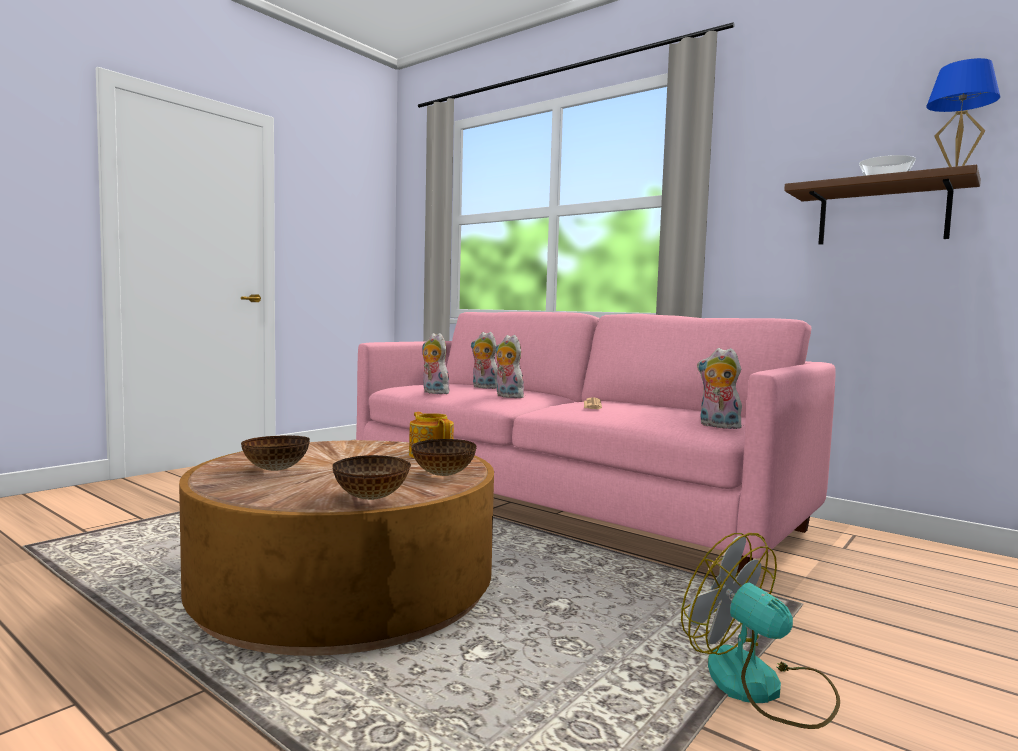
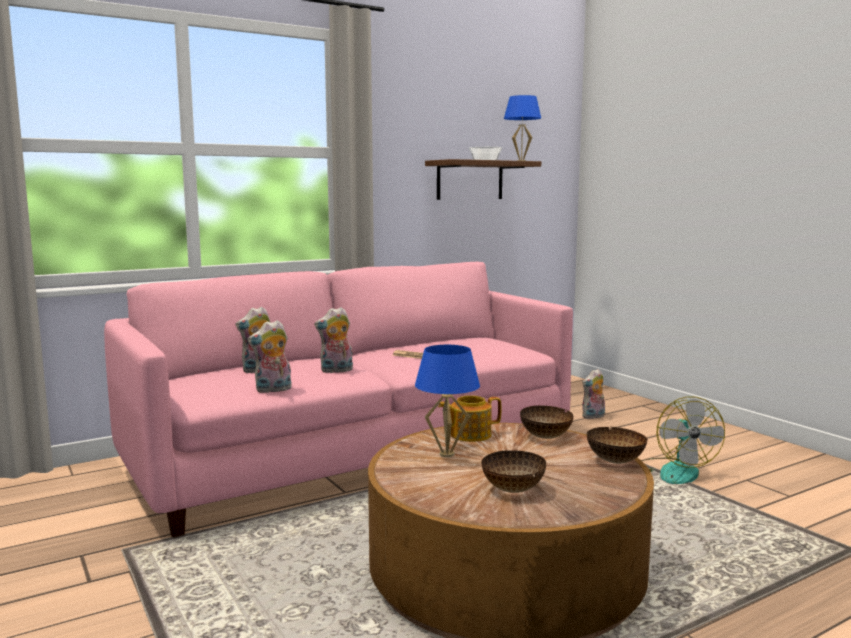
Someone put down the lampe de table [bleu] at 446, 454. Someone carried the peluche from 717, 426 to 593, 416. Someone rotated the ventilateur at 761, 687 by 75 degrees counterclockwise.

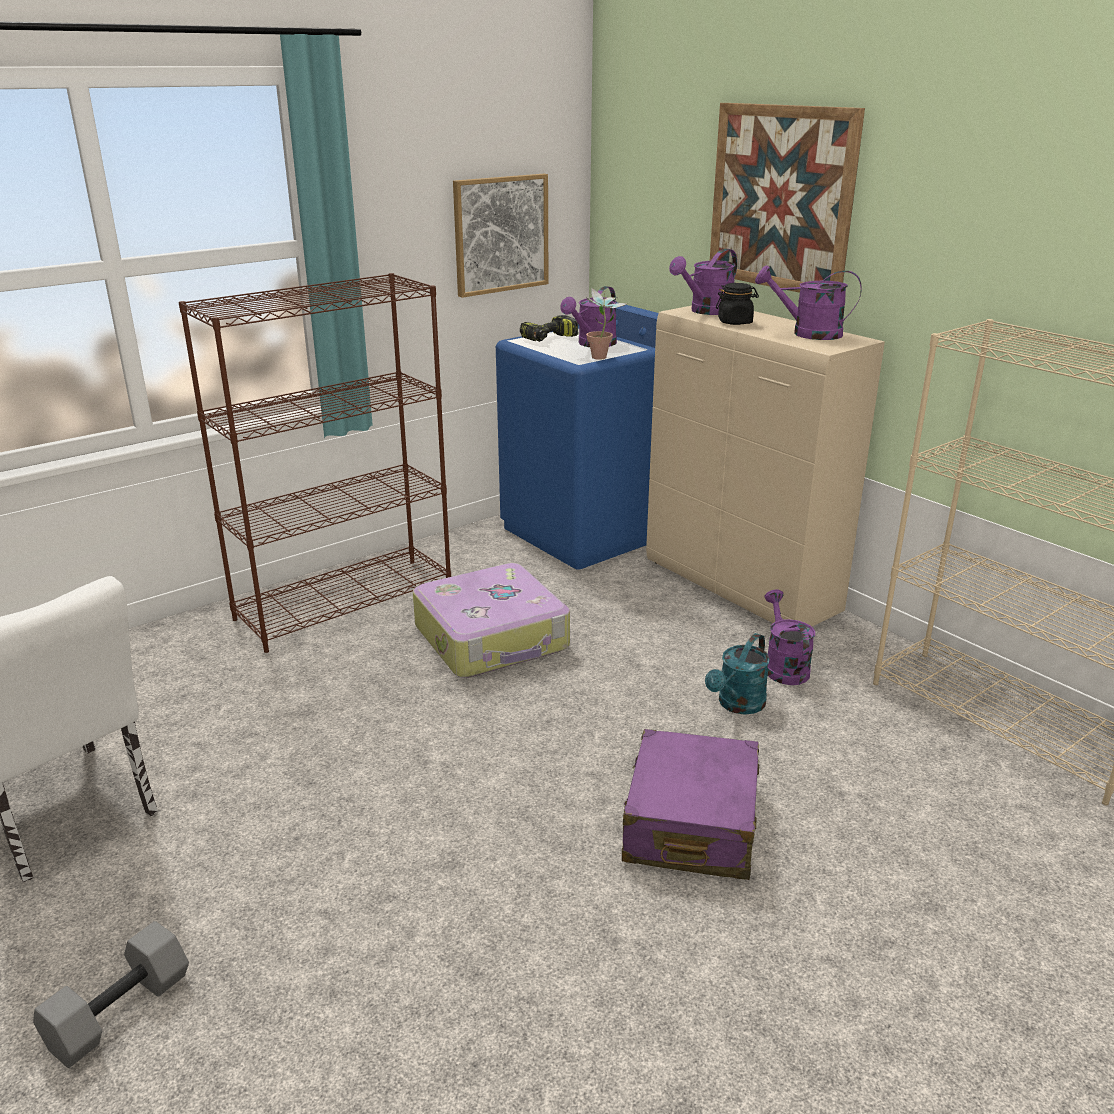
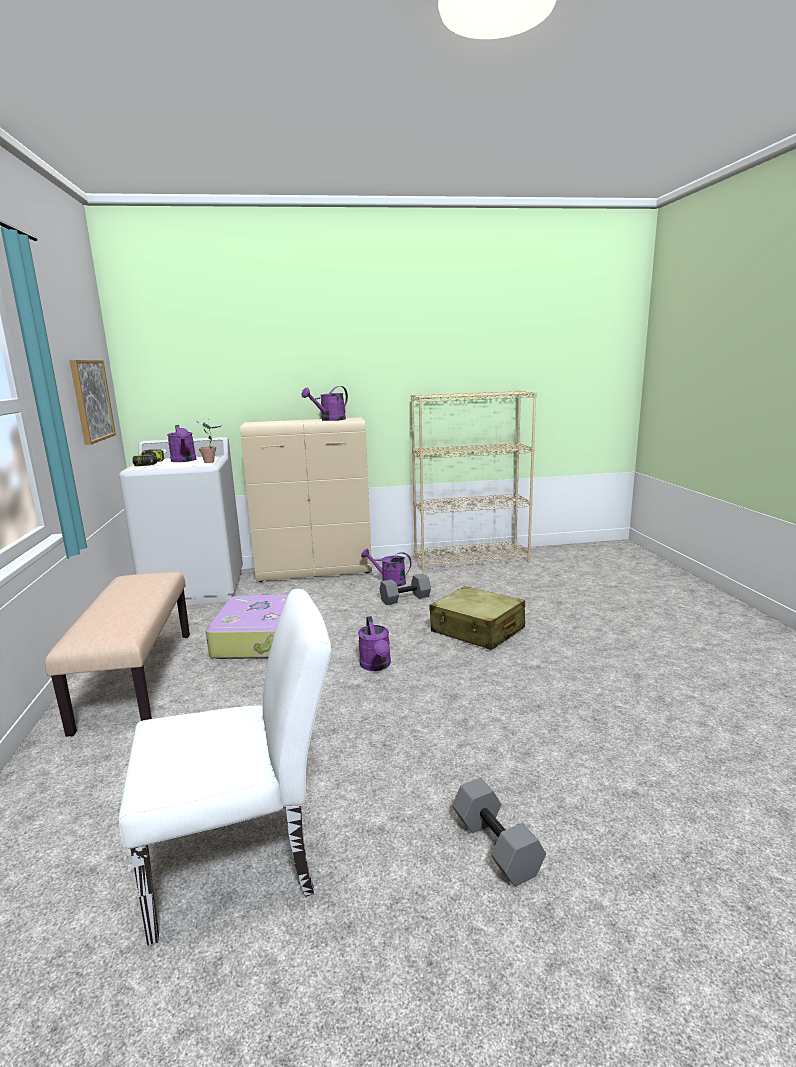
Someone swapped the bibliothèque [marron] at 346, 602 for the banc [beige] at 136, 678. Someone repainted the lave-linge [bleu] at 587, 532, which became the lave-linge [blanc] at 196, 588. Someone carried the arrosoir [violet] from 706, 311 to 376, 666. Someone swapped the arrosoir [turquoise] at 737, 705 for the haltère [gris] at 405, 598. Someone repainted the valise [violet] at 691, 825, which became the valise [beige] at 477, 630. Someone took away the tableau at 781, 198. Someone took away the bocal [noir] at 735, 322.

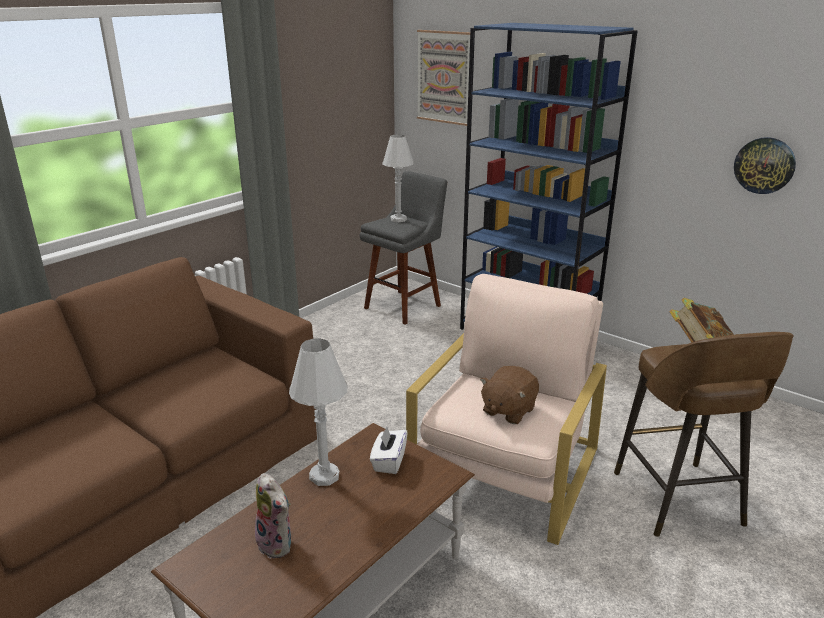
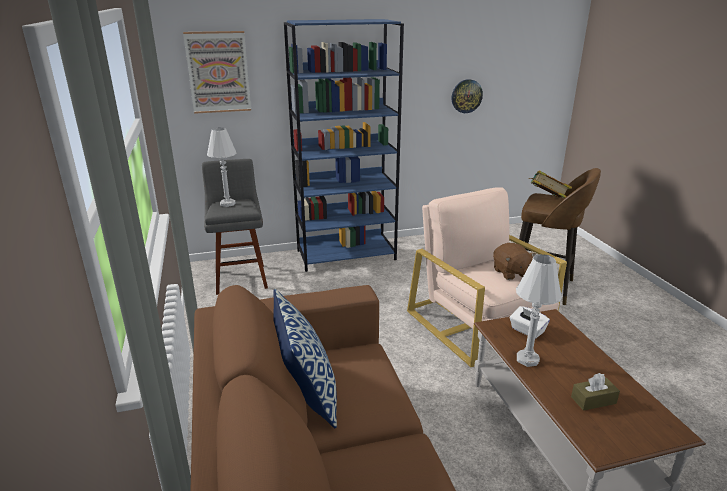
Someone put down the coussin at 307, 395. Someone swapped the peluche at 278, 543 for the boîte à mouchoirs [marron] at 593, 400.

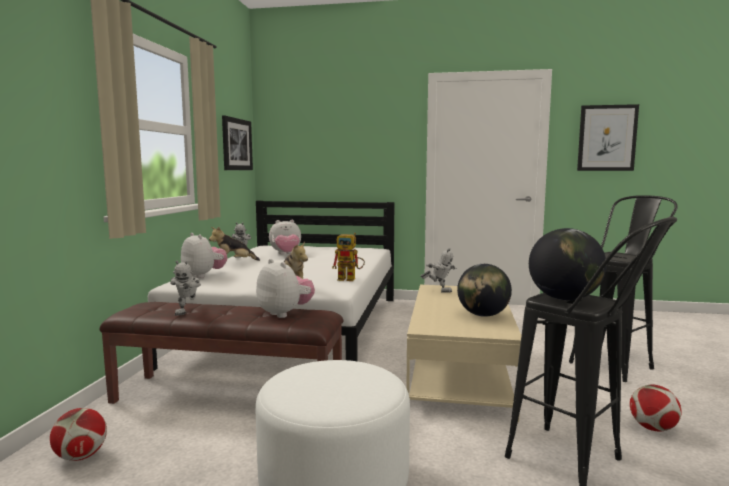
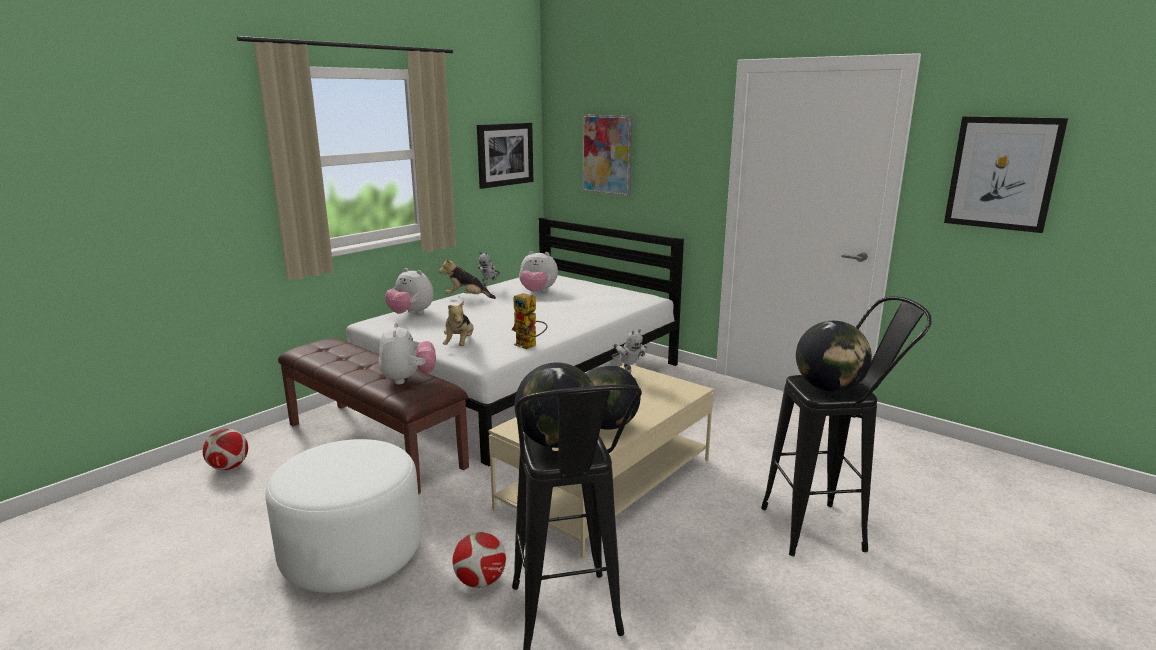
Someone rotated the peluche at 204, 275 by 135 degrees clockwise. Someone carried the ballon de foot from 653, 428 to 480, 581. Someone put up the tableau at 607, 154. Someone put down the globe at 828, 388. Someone took away the robot jouet at 188, 312.

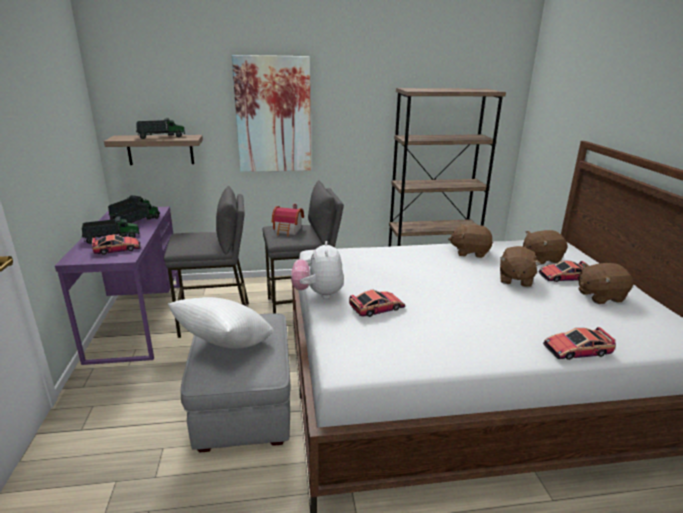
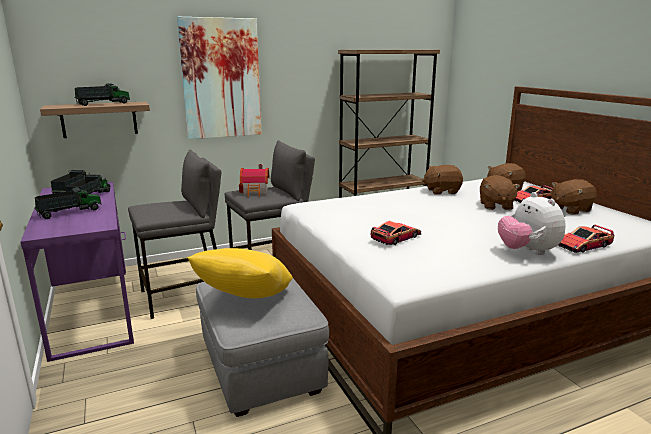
Someone repainted the coussin [blanc] at 225, 346, which became the coussin [jaune] at 245, 300. Someone carried the peluche from 318, 294 to 527, 252. Someone took away the petite voiture at 117, 249.

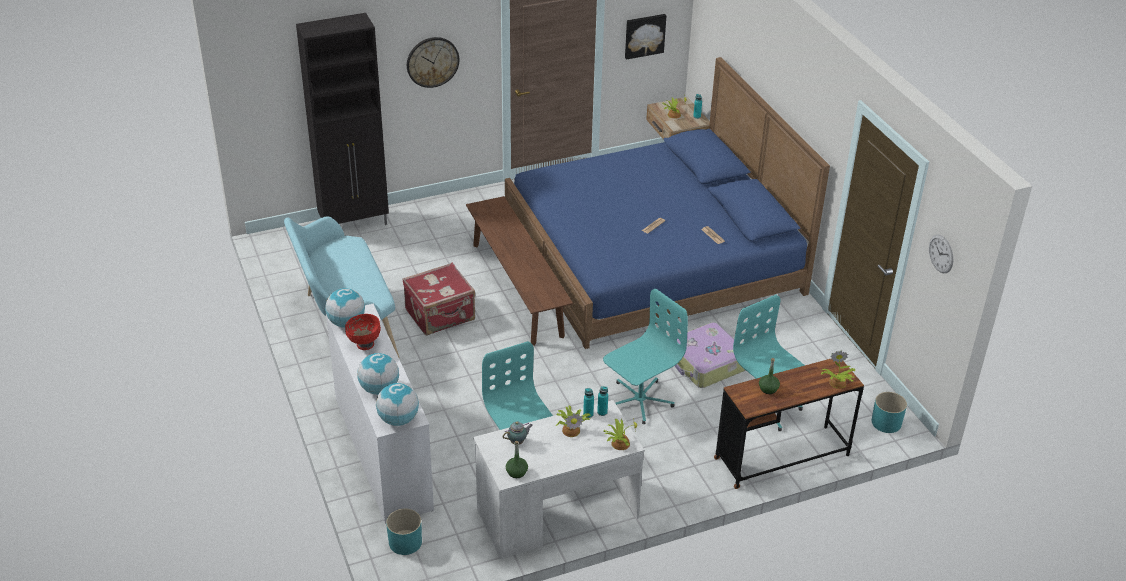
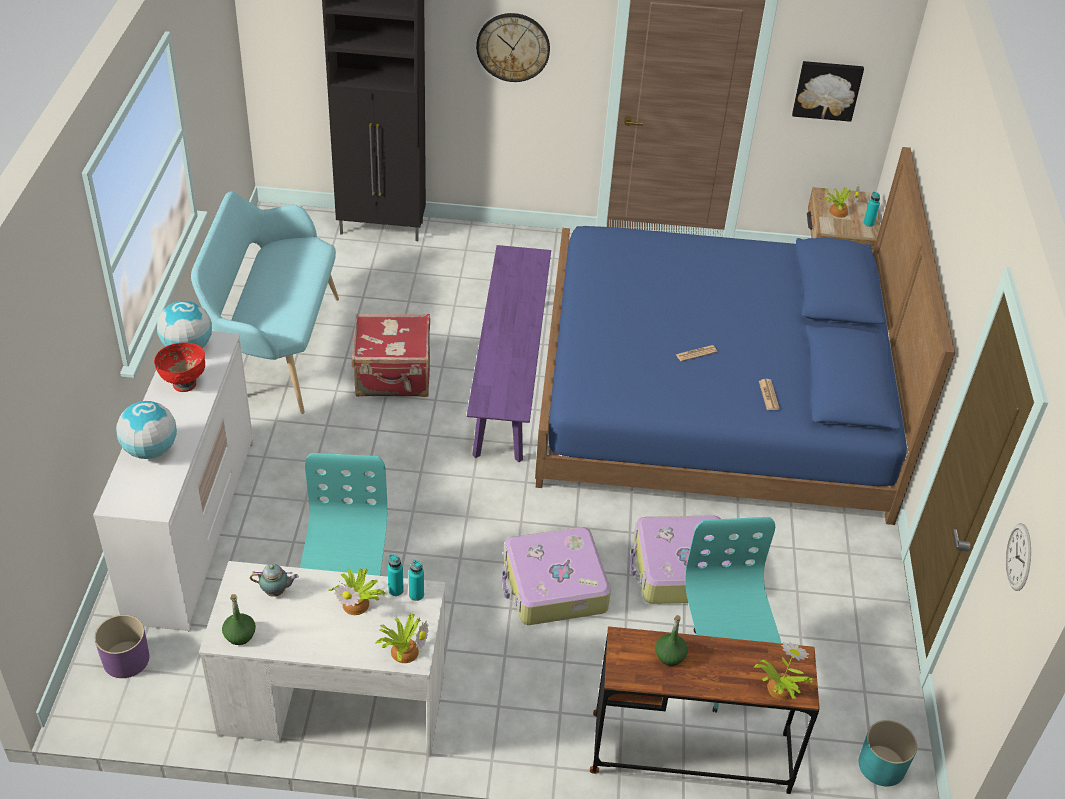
Someone repainted the cache-pot [turquoise] at 405, 542, which became the cache-pot [violet] at 126, 659. Someone repainted the banc [marron] at 517, 289, which became the banc [violet] at 509, 376. Someone swapped the chaise de bureau [turquoise] at 639, 400 for the valise at 553, 587. Someone took away the globe at 398, 420.

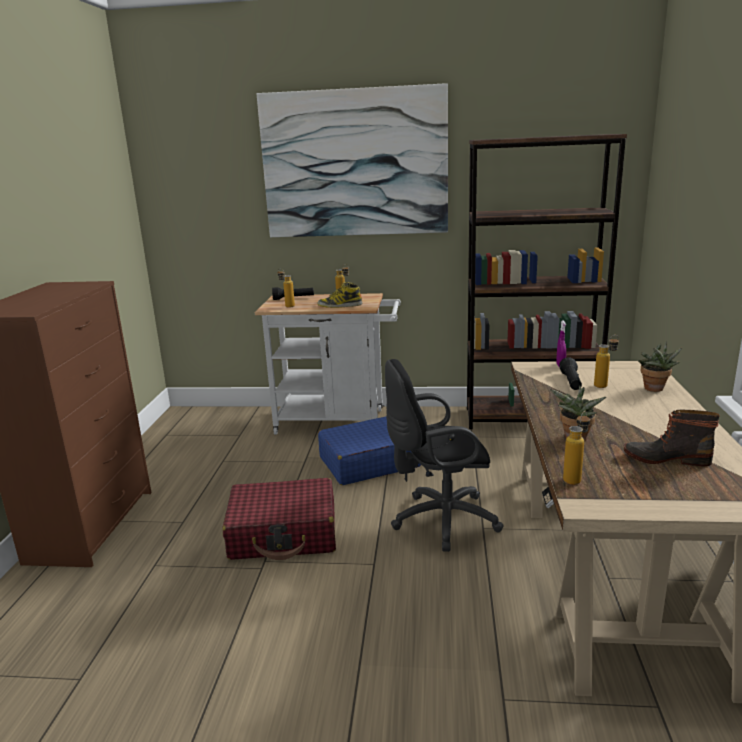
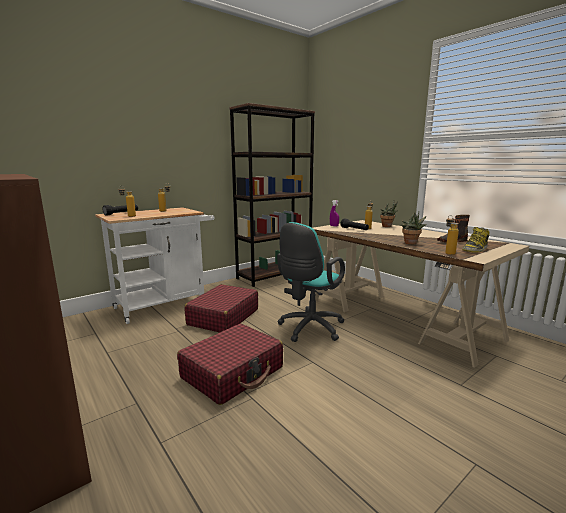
Someone repainted the valise [bleu] at 369, 462, which became the valise [rouge] at 223, 317. Someone repainted the chaise de bureau [noir] at 439, 521, which became the chaise de bureau [turquoise] at 309, 329. Someone carried the botte from 340, 305 to 475, 249. Someone took away the tableau at 354, 164.

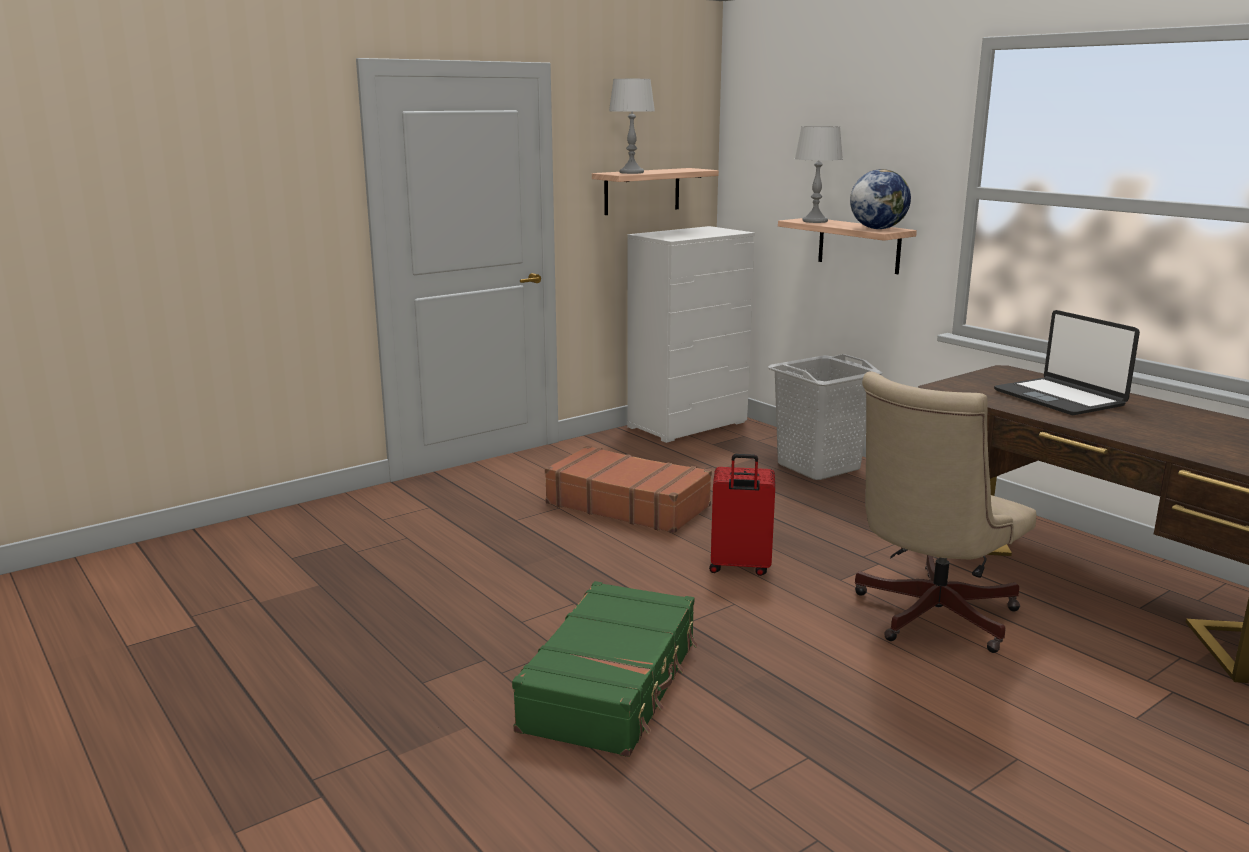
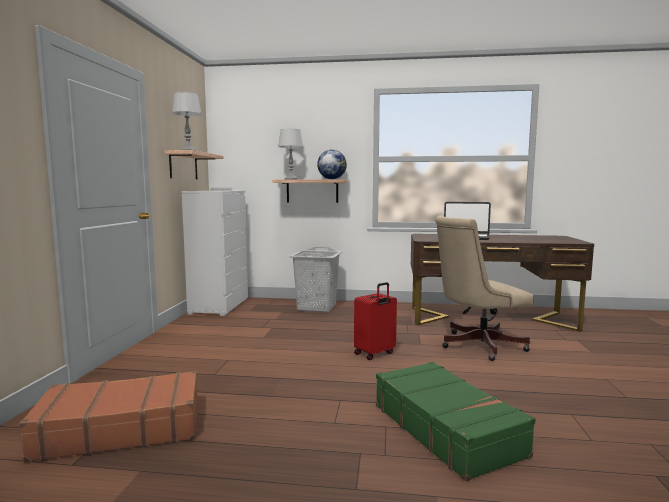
Someone carried the valise [marron] from 628, 505 to 121, 429. Someone rotated the chaise de bureau [beige] at 928, 617 by 75 degrees clockwise.

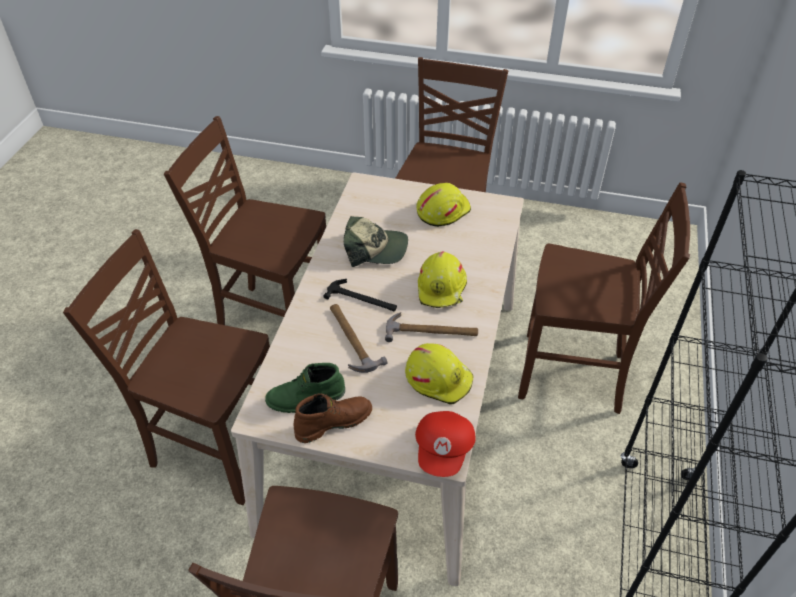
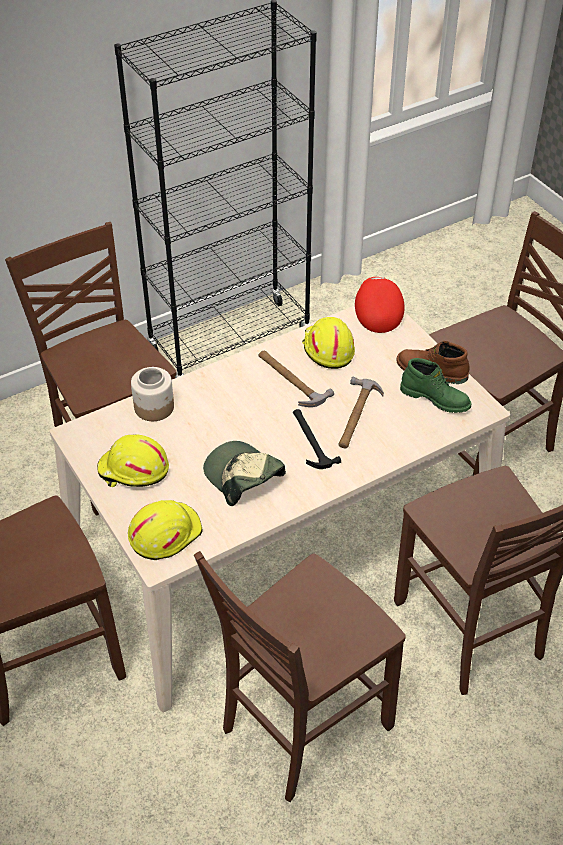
Someone carried the casque de chantier [jaune] from 442, 288 to 164, 533. Someone put down the bocal at 154, 407. Someone rotated the chaise [marron] at 274, 321 by 75 degrees clockwise. Someone rotated the casquette [rouge] at 444, 450 by 60 degrees counterclockwise.

